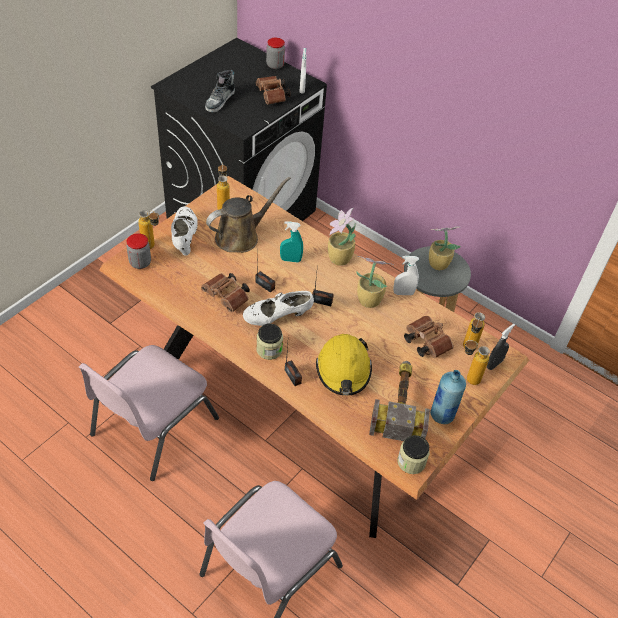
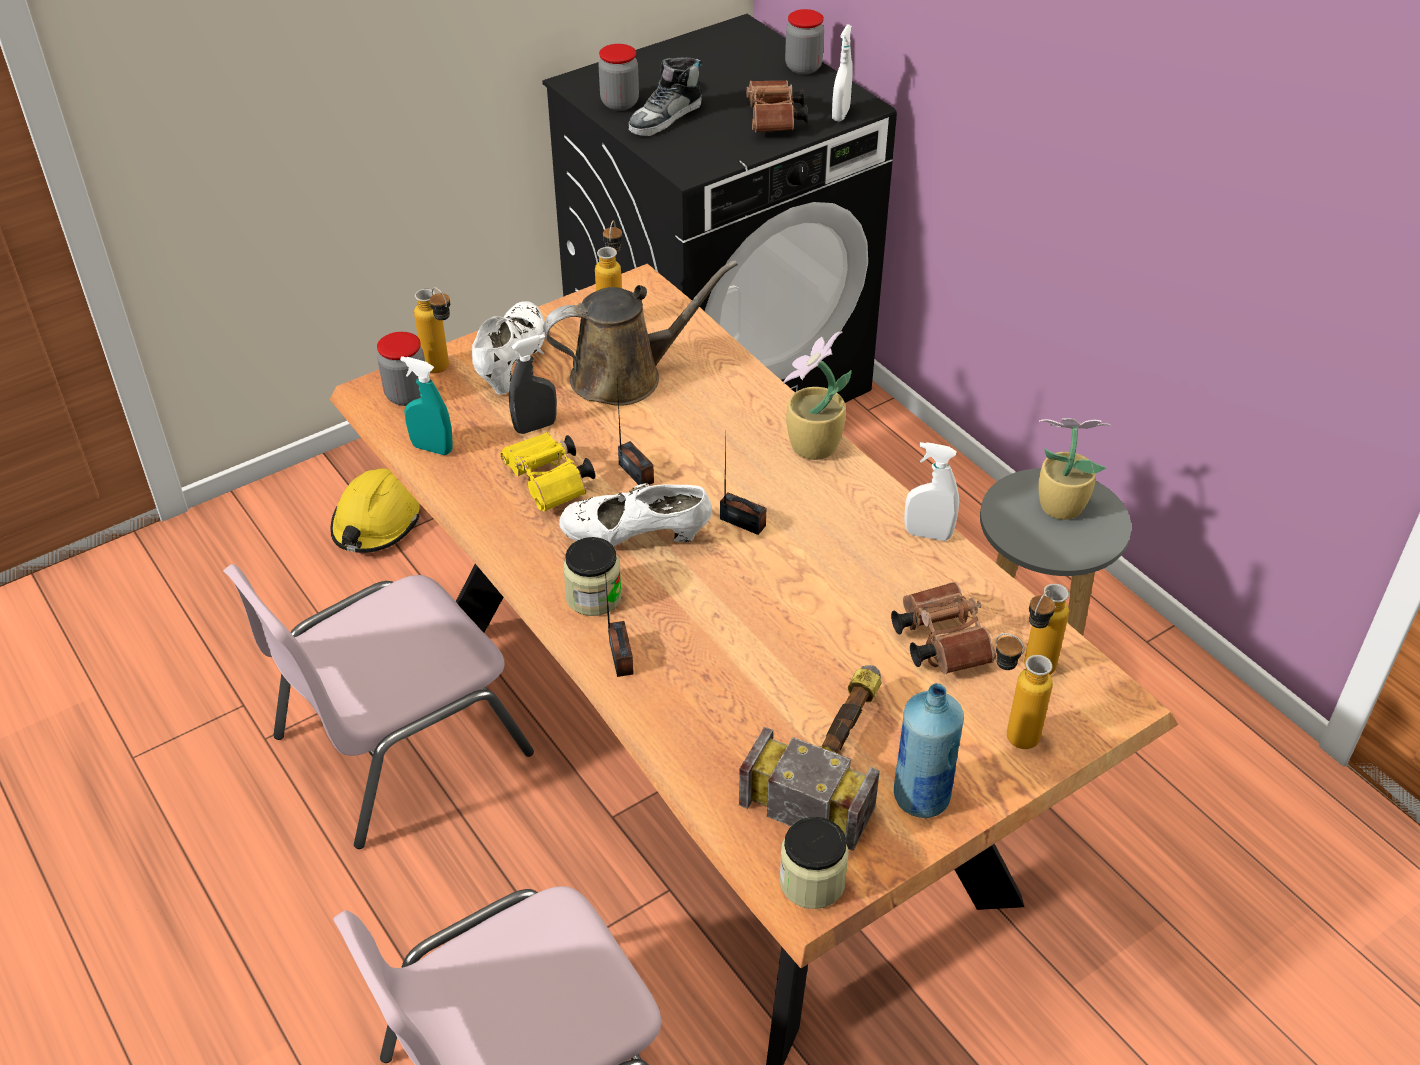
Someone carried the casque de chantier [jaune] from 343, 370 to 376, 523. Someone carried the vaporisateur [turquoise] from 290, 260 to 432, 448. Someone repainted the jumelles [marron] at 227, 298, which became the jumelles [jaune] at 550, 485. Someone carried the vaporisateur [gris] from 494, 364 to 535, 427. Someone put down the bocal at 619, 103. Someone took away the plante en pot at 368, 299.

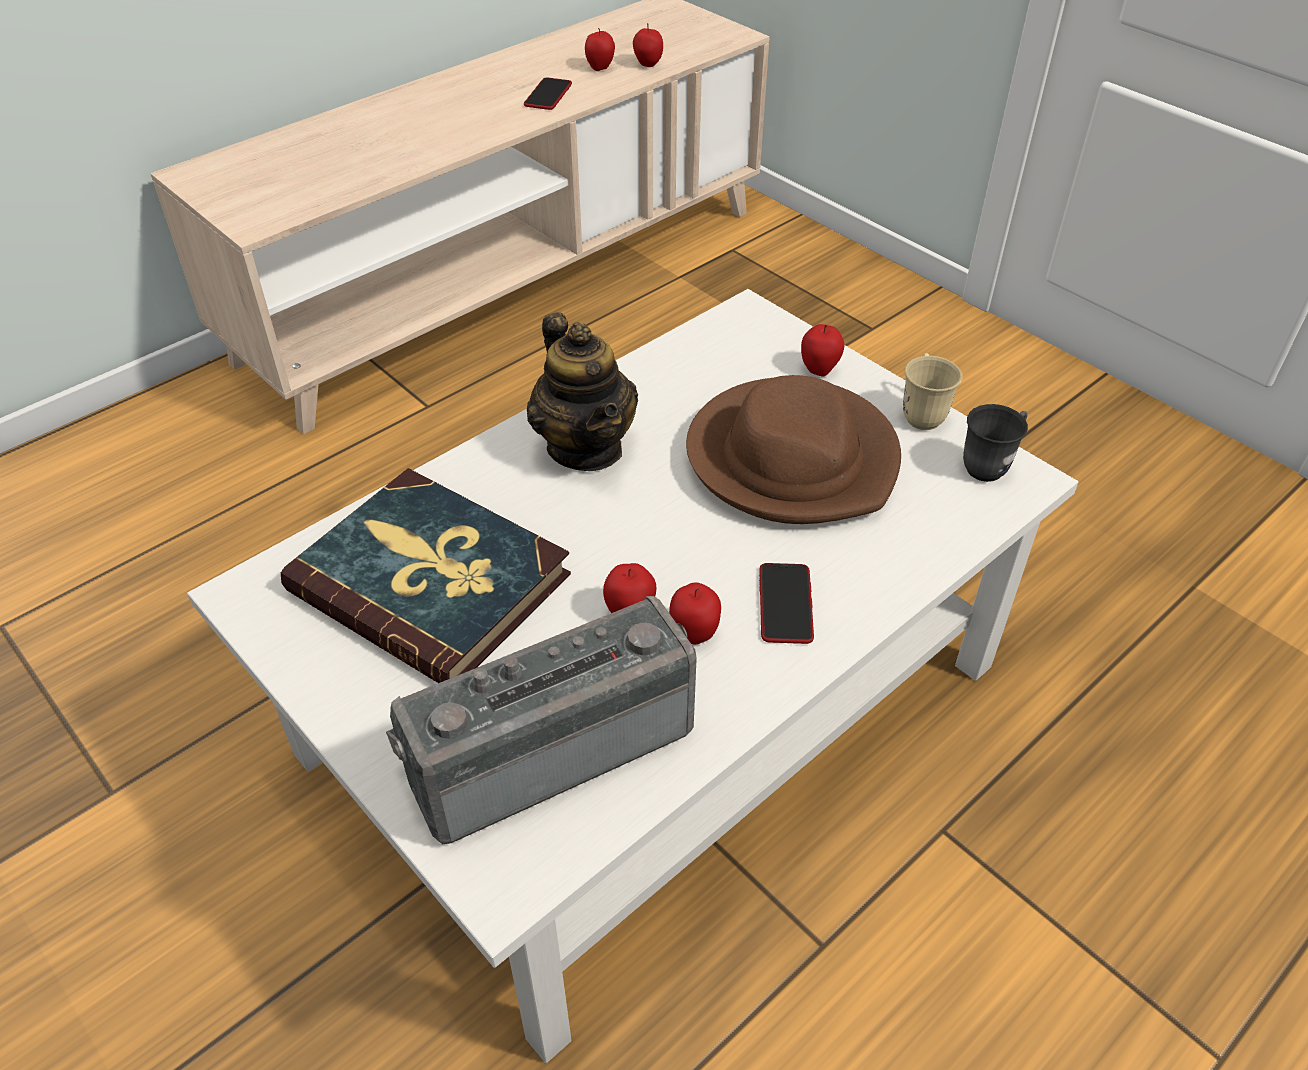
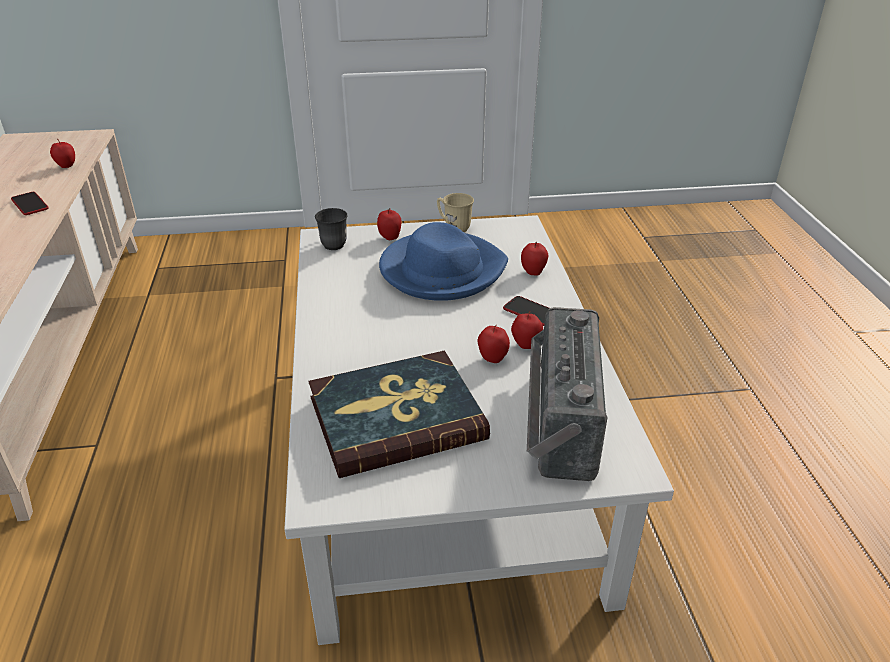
Someone carried the mug [gris] from 991, 465 to 334, 242. Someone repainted the chapeau [marron] at 793, 458, which became the chapeau [bleu] at 441, 270. Someone carried the pomme from 600, 68 to 533, 272. Someone took away the théière at 586, 447.

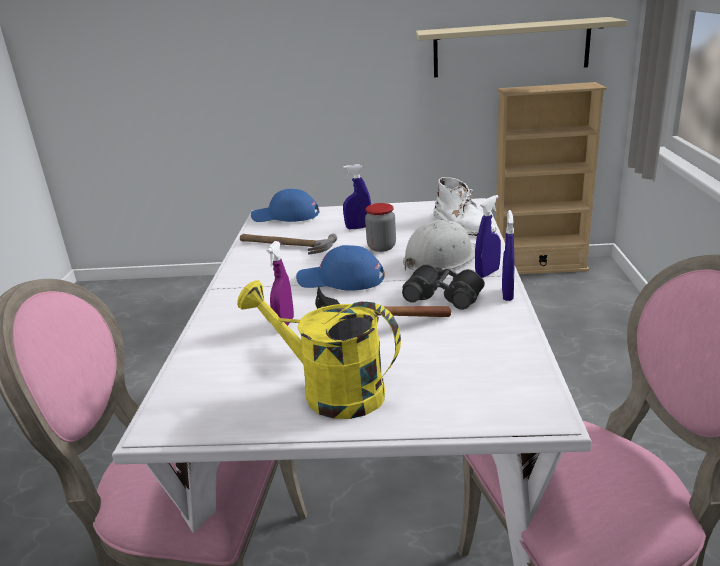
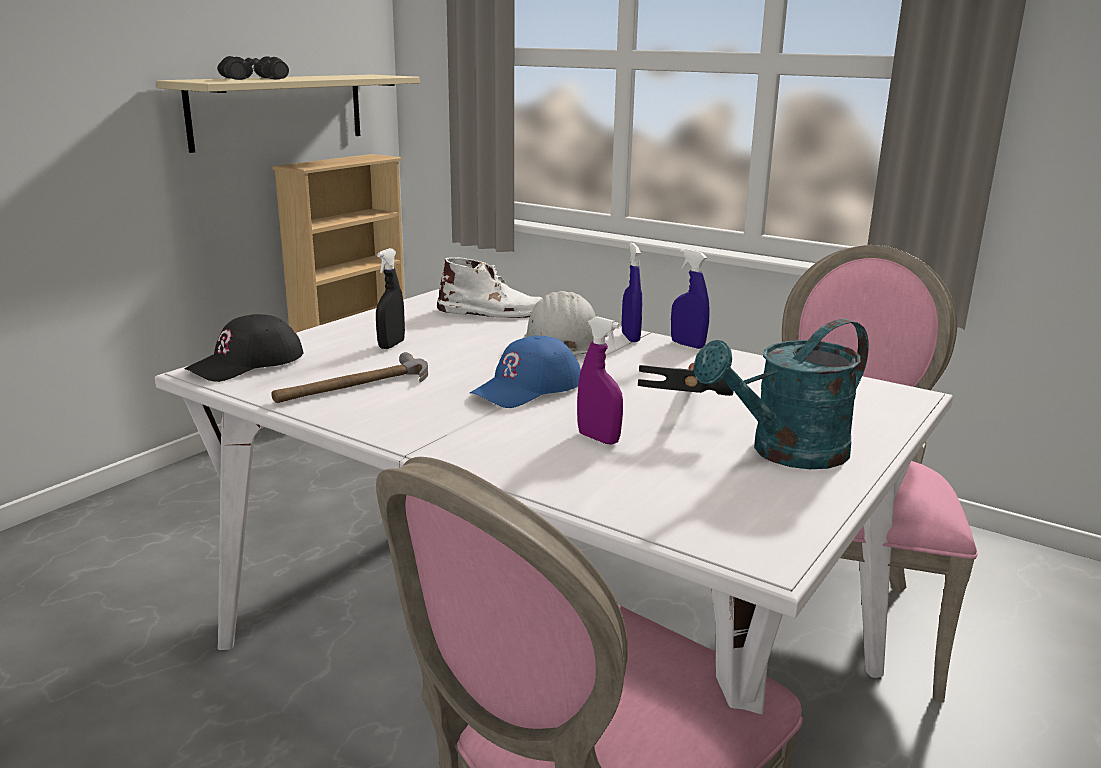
Someone repainted the casquette [bleu] at 285, 216, which became the casquette [noir] at 247, 363. Someone carried the jumelles [noir] from 444, 295 to 253, 79. Someone repainted the vaporisateur [bleu] at 358, 227, which became the vaporisateur [noir] at 391, 345. Someone repainted the arrosoir [jaune] at 330, 391, which became the arrosoir [turquoise] at 786, 453. Someone took away the bocal at 381, 247.

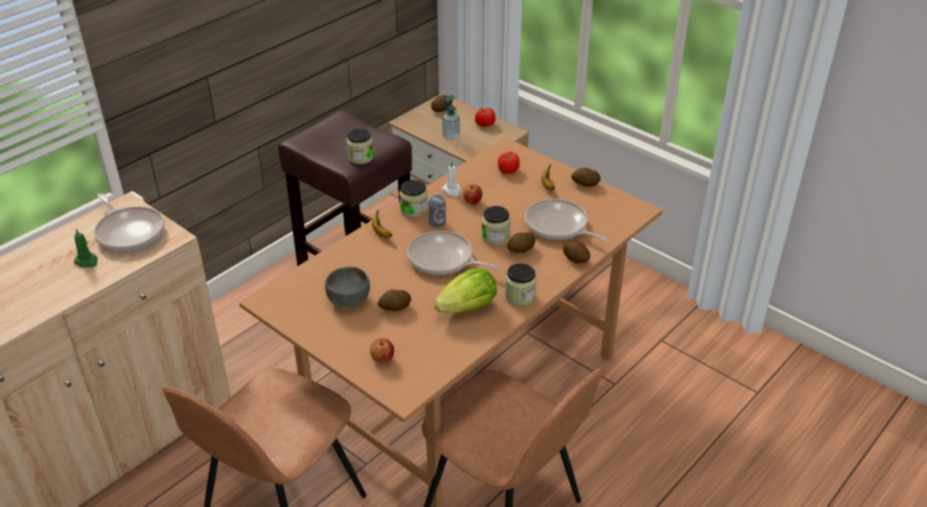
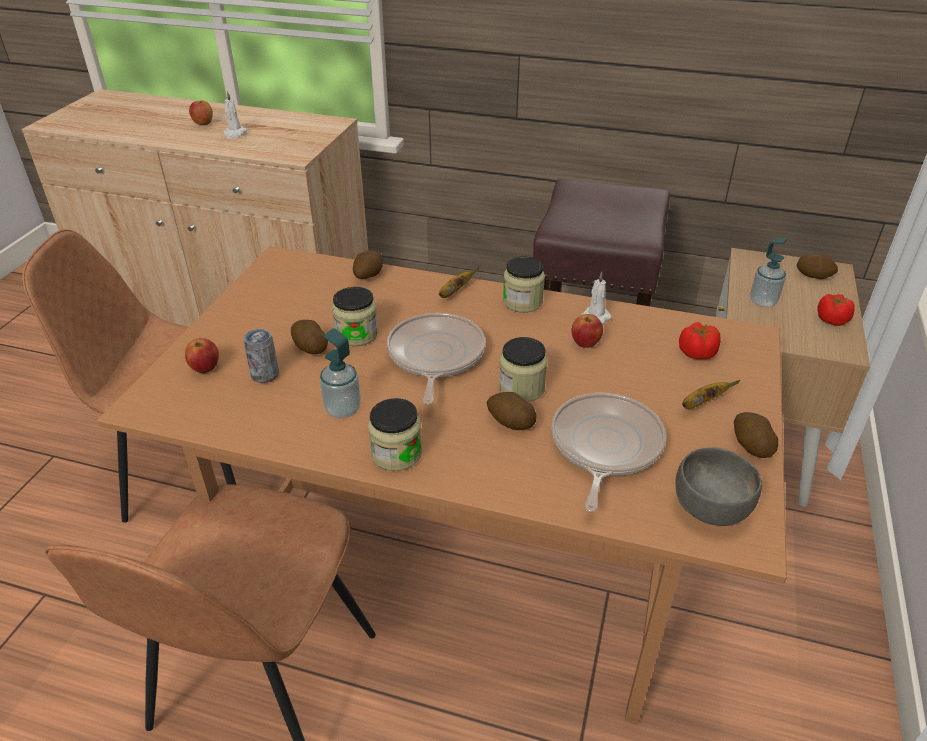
Someone put down the pomme at 203, 124. Someone repainted the bougie [vert] at 87, 261, which became the bougie [blanc] at 235, 134. Someone carried the boîte métallique from 437, 223 to 265, 375. Someone swapped the laitue at 468, 307 for the distributeur de savon at 343, 409. Someone carried the bocal from 360, 157 to 357, 334. Someone carried the pomme de terre from 576, 259 to 368, 275. Someone carried the bol [gris] from 349, 300 to 712, 507. Someone took away the poêle at 129, 232.

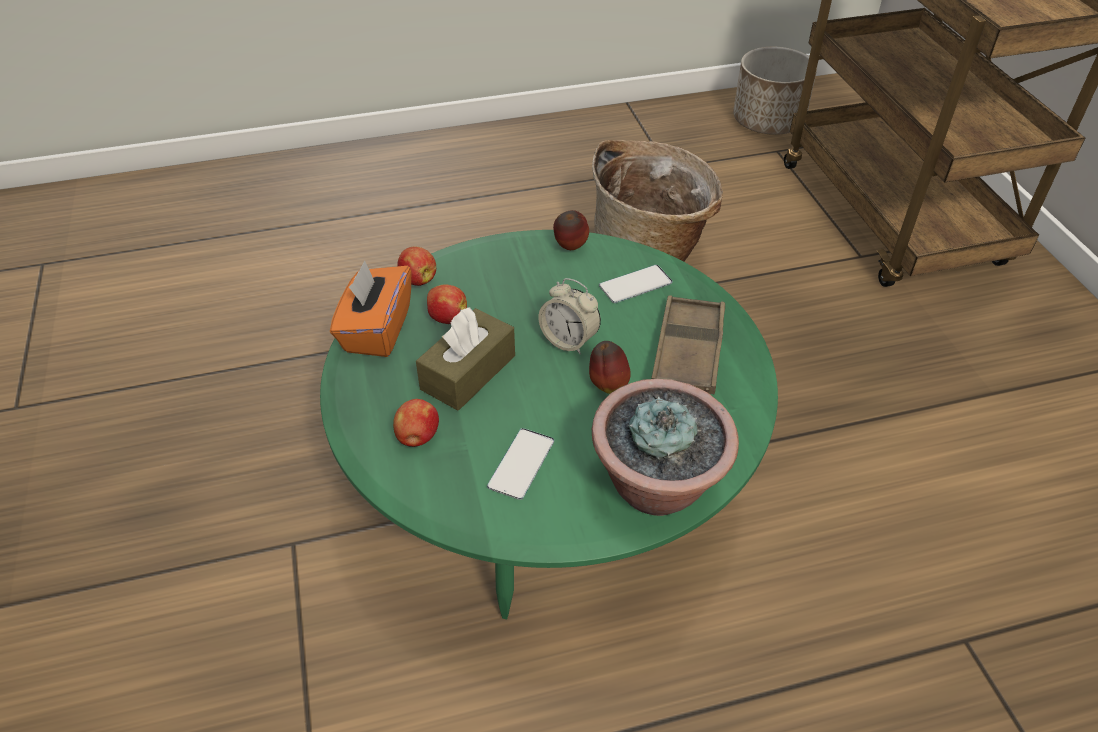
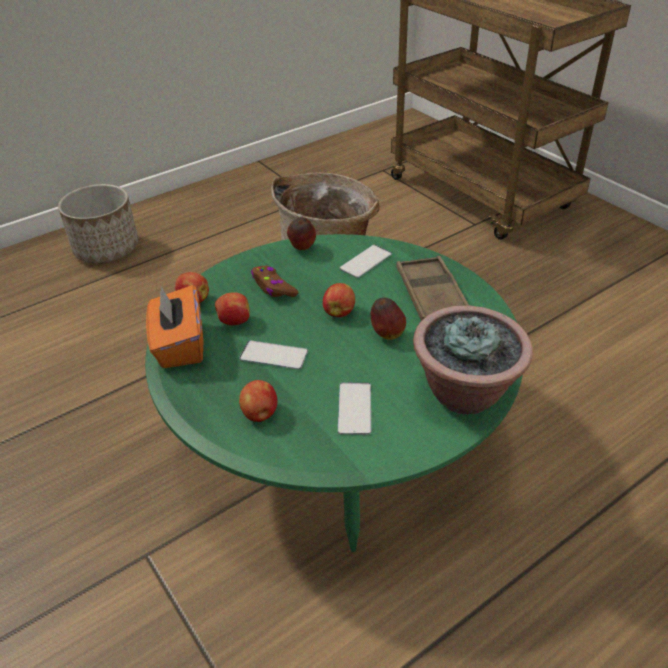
Someone carried the cache-pot from 768, 120 to 107, 248. Someone swapped the boîte à mouchoirs [marron] at 468, 372 for the téléphone at 273, 355. Someone put down the manette [marron] at 273, 287. Someone swapped the réveil at 569, 340 for the pomme at 339, 312.

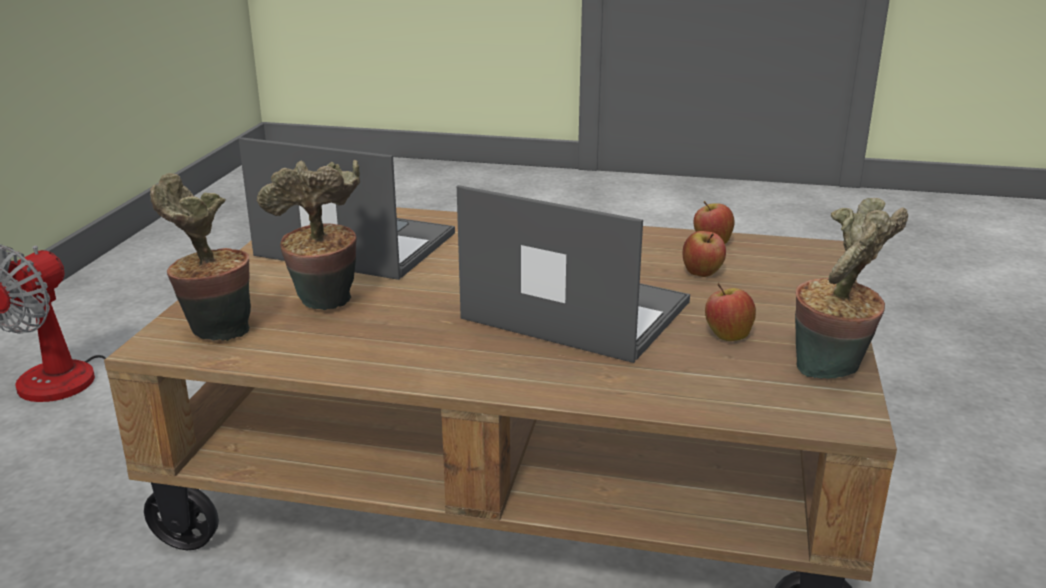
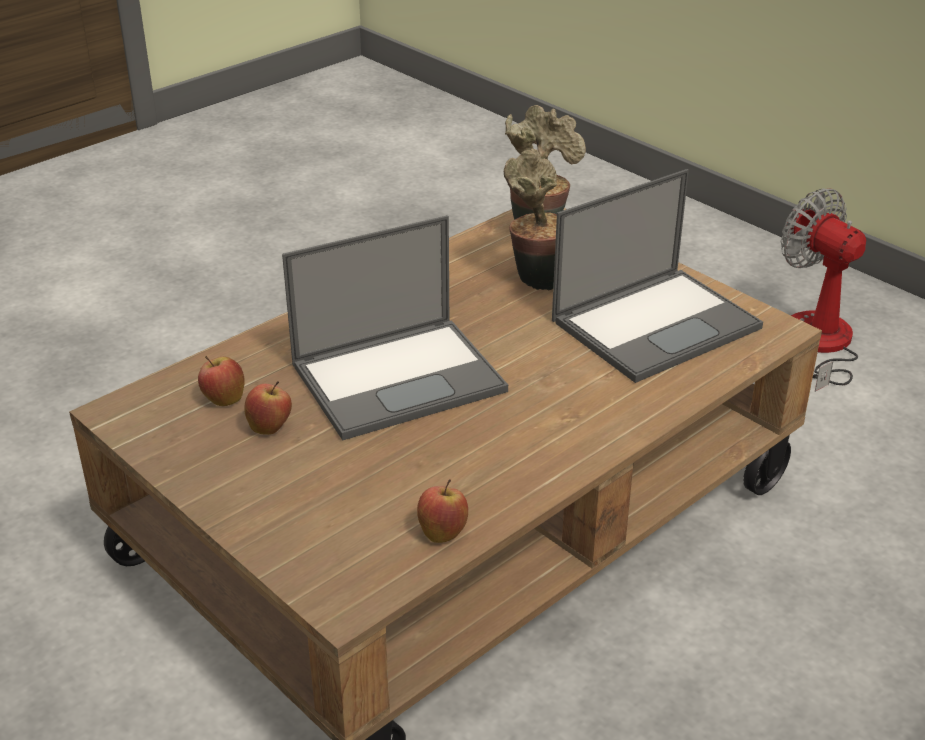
Someone carried the pomme from 702, 274 to 223, 399. Someone took away the plante en pot at 832, 372.

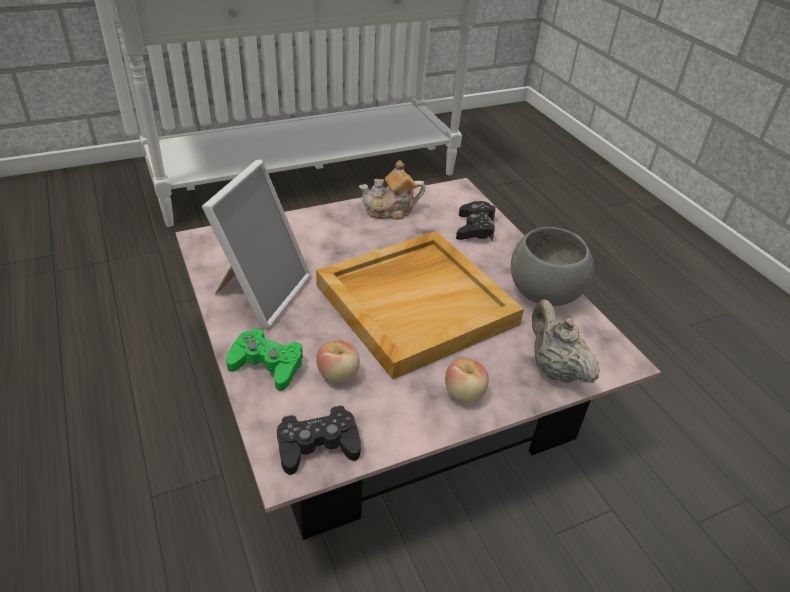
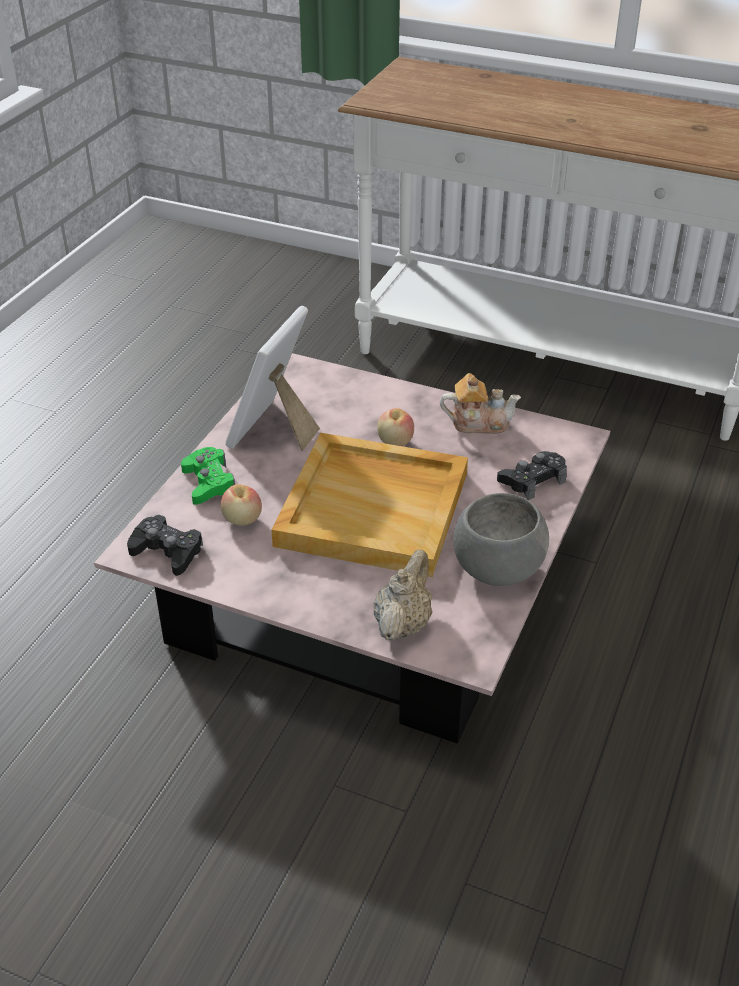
Someone rotated the cadre photo at 261, 293 by 135 degrees clockwise. Someone carried the pomme from 464, 394 to 395, 442. Someone rotated the théière at 391, 211 by 150 degrees clockwise.

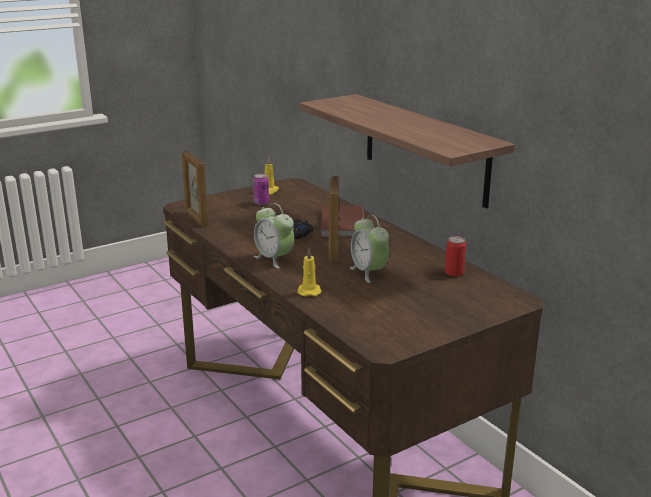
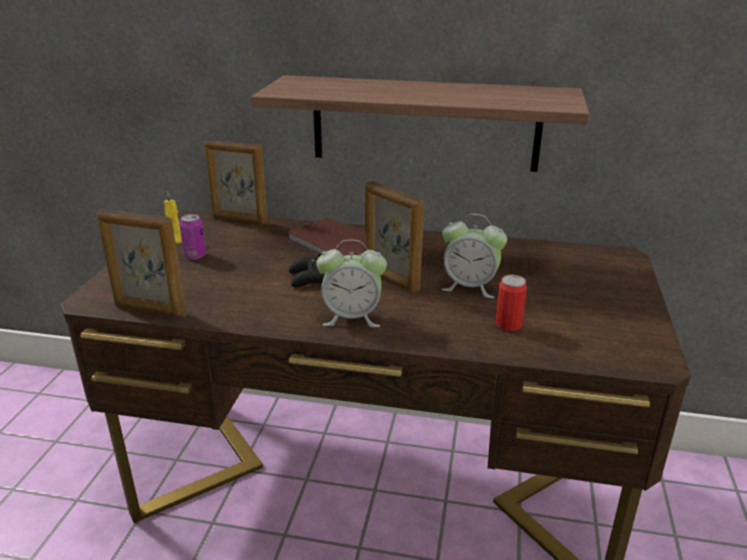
Someone put down the cadre photo at 239, 220. Someone carried the boîte métallique from 454, 272 to 508, 324. Someone took away the bougie [jaune] at 309, 291.

